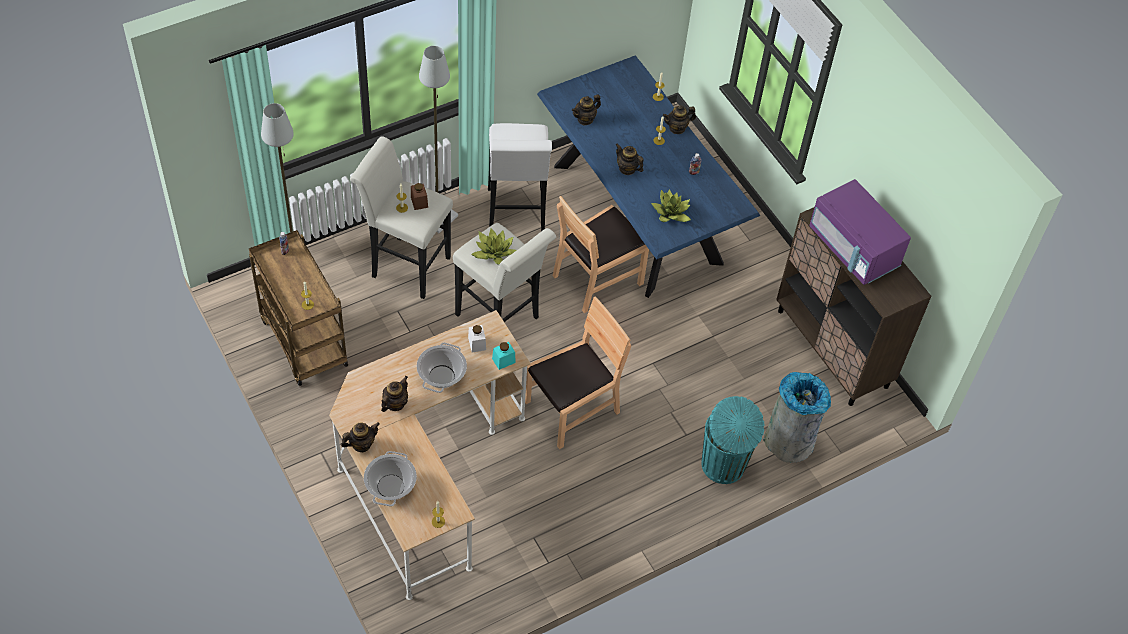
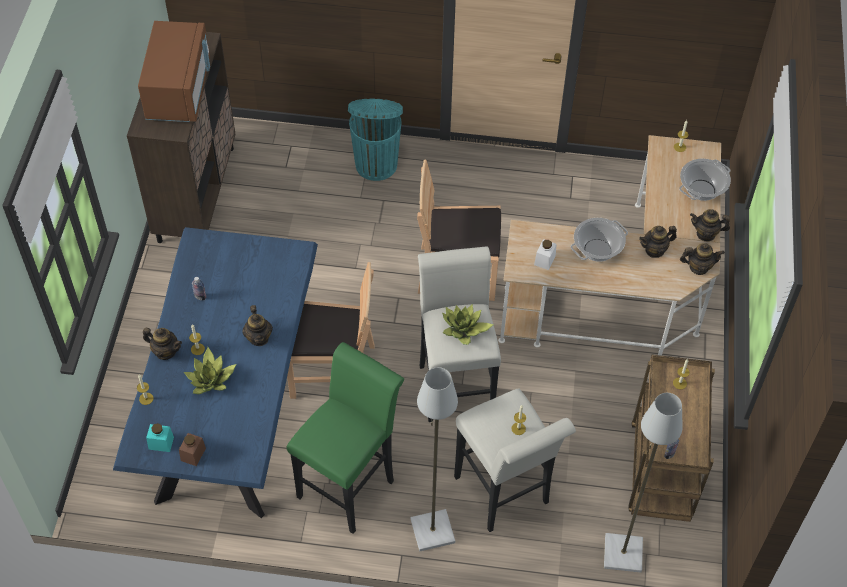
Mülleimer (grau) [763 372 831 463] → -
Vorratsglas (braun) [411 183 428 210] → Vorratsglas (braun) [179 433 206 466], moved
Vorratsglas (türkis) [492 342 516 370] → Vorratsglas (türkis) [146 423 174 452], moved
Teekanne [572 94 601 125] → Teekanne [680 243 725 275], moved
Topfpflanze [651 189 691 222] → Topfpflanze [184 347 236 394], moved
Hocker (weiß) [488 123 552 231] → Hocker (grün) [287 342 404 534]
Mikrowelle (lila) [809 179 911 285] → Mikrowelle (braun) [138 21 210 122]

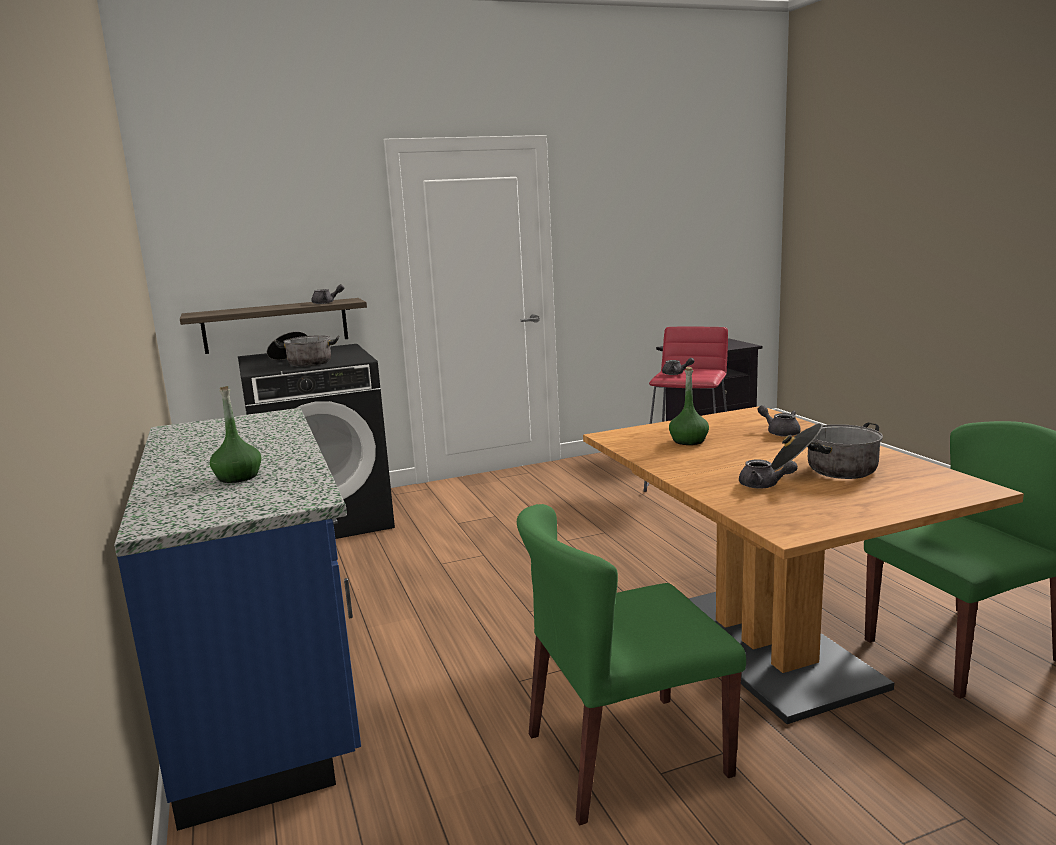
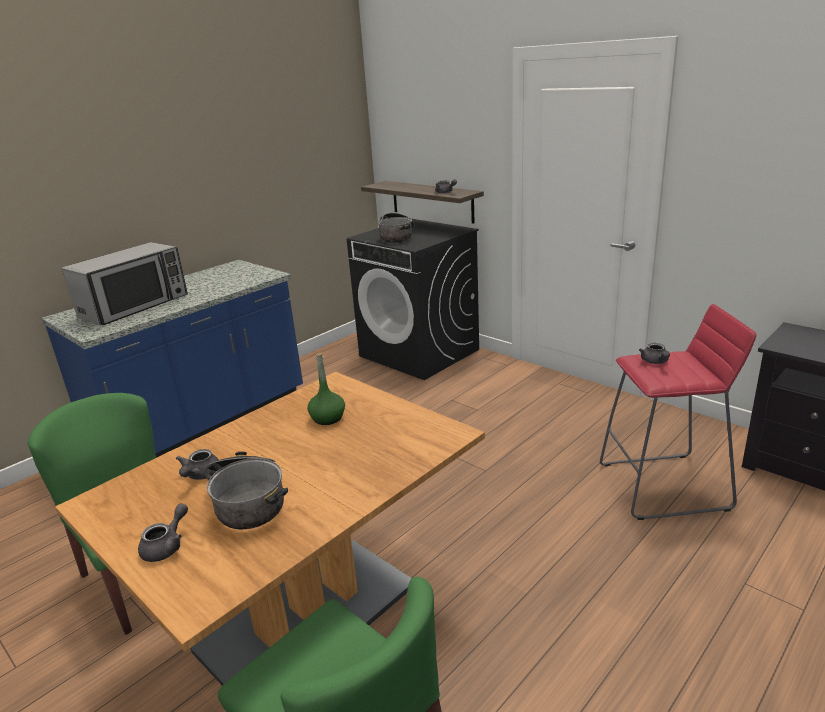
Teekanne (grau) [757 405 801 437] → Teekanne (grau) [138 503 188 562], moved
Flasche (grün) [210 386 261 483] → Mikrowelle [62 242 188 325]

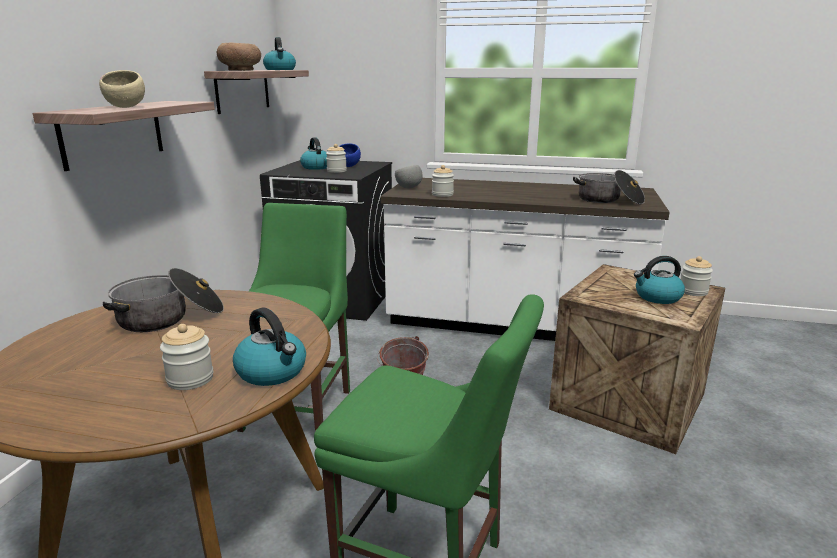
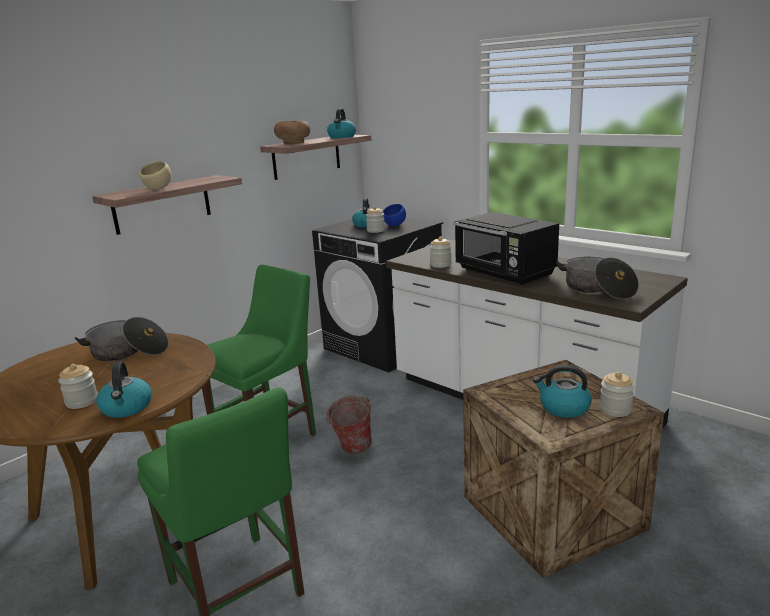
Schüssel (grau) [395 165 423 189] → -
- → Mikrowelle (schwarz) [454 212 559 285]

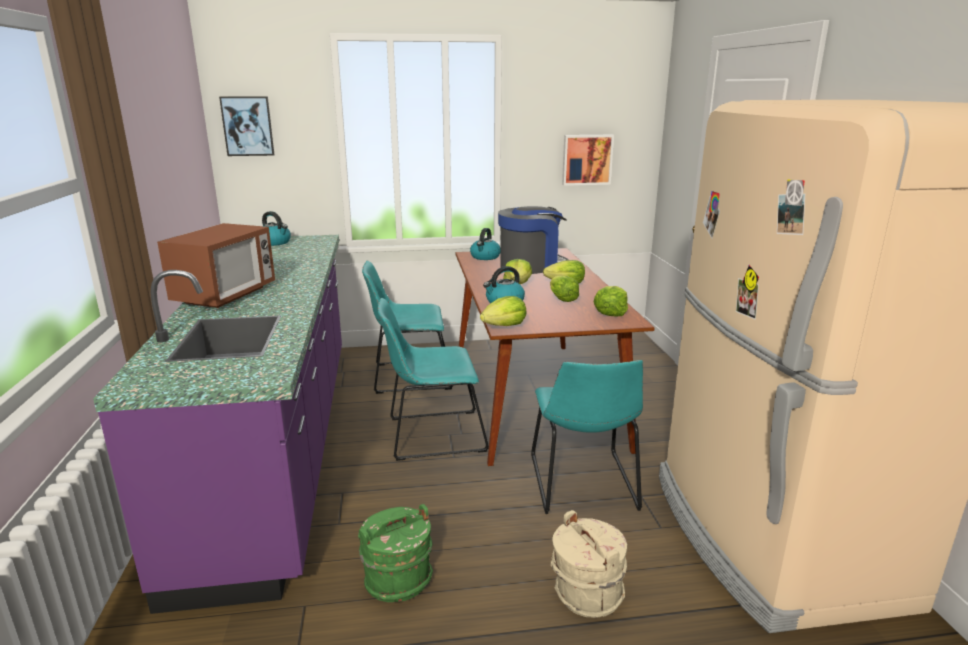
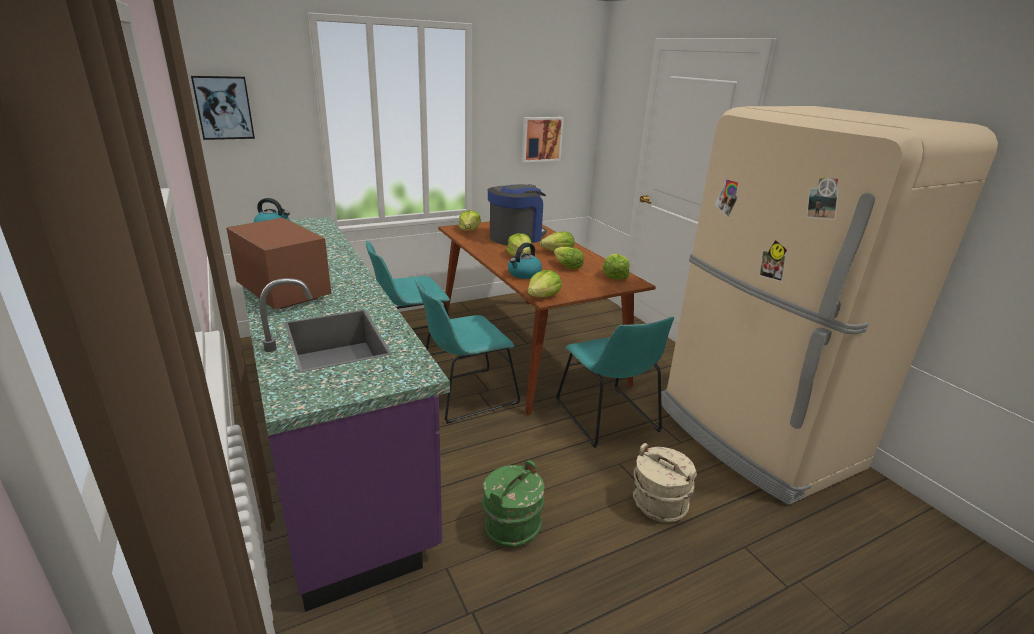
Wasserkessel [470 228 501 260] → Salatkopf [458 210 481 231]
Mikrowelle [157 223 275 308] → Mikrowelle [226 218 331 309], 45 degrees counterclockwise

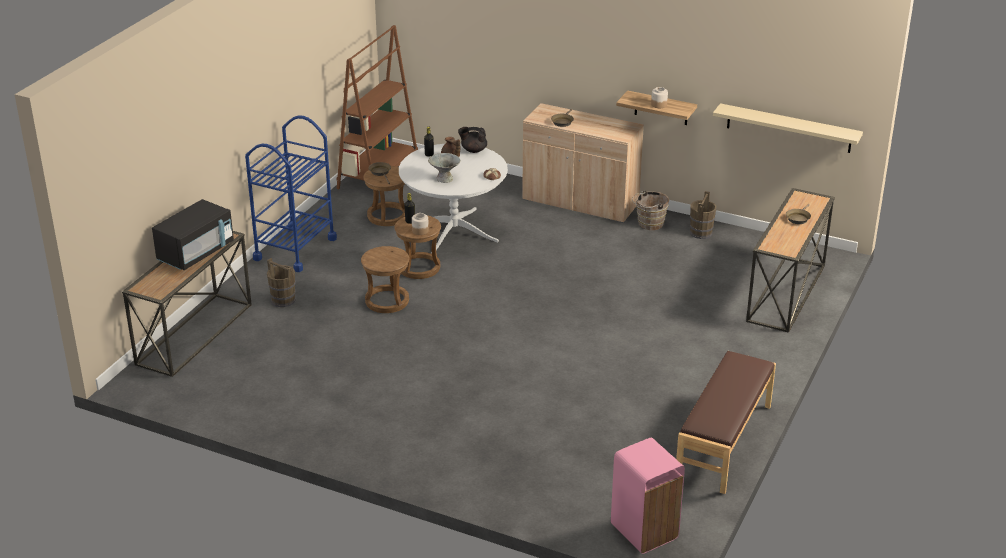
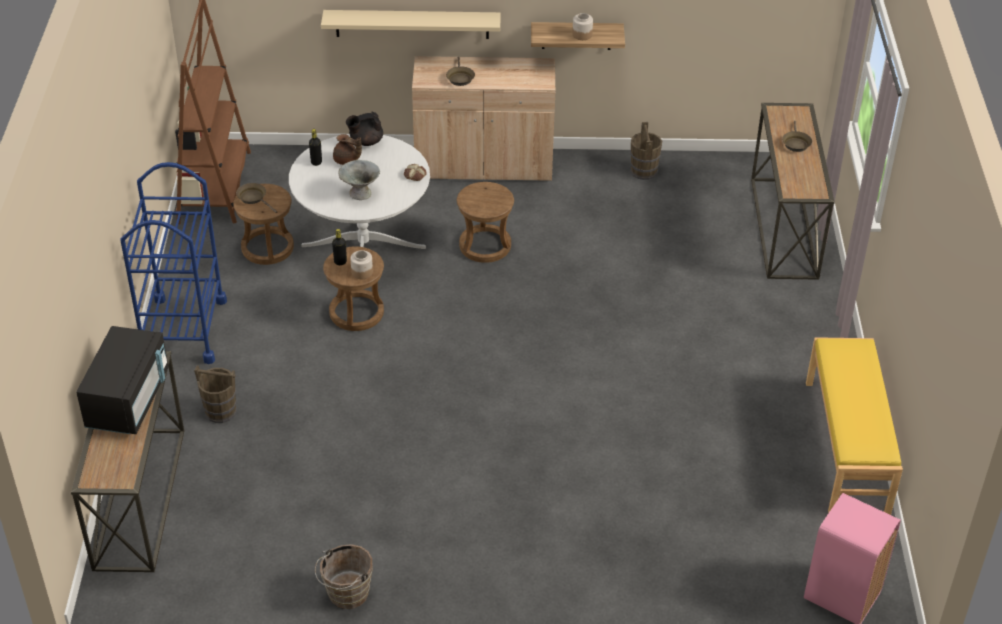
Hocker (braun) [361 246 409 313] → Hocker (braun) [457 182 514 263], moved
Eimer (braun) [632 191 669 230] → Eimer (braun) [315 544 373 609], moved
Wandregal (beige) [713 103 863 153] → Wandregal (beige) [321 10 501 39], moved
Bank (braun) [676 351 776 494] → Bank (gelb) [806 337 903 515]

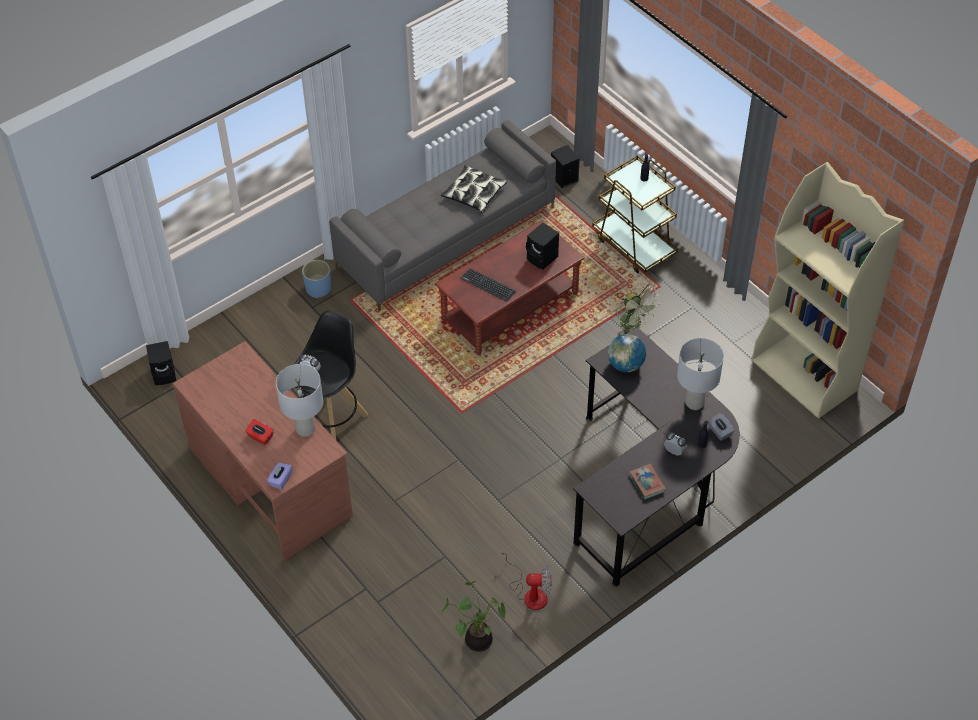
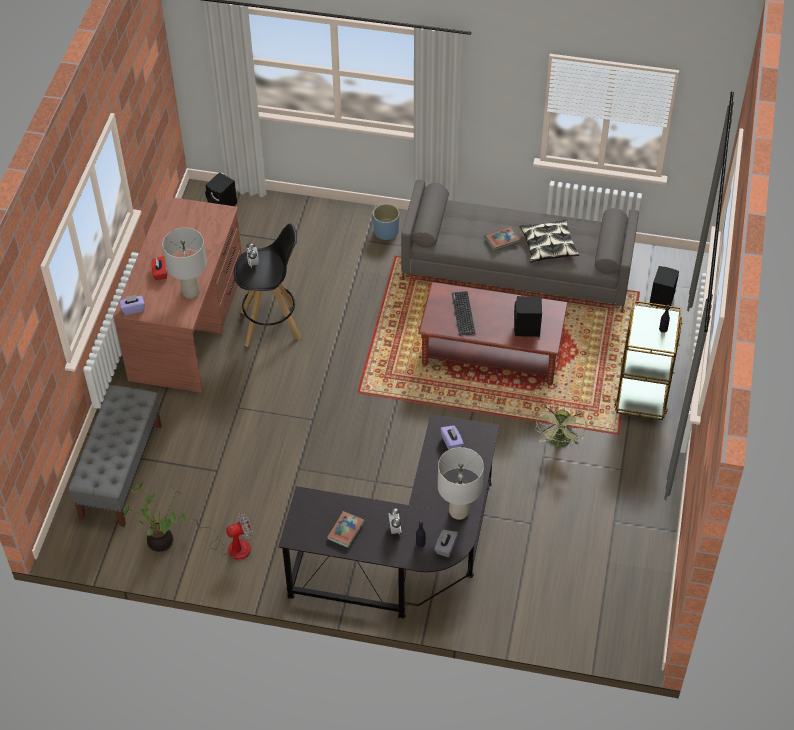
Bücherregal (beige) [752 162 904 418] → -
- → Bank (grau) [68 385 162 527]
- → Buch [485 227 520 251]
Globus [608 334 646 372] → Taschentuchbox (lila) [440 425 464 450]
Ventilator [502 553 552 610] → Ventilator [191 513 253 560], 75 degrees counterclockwise

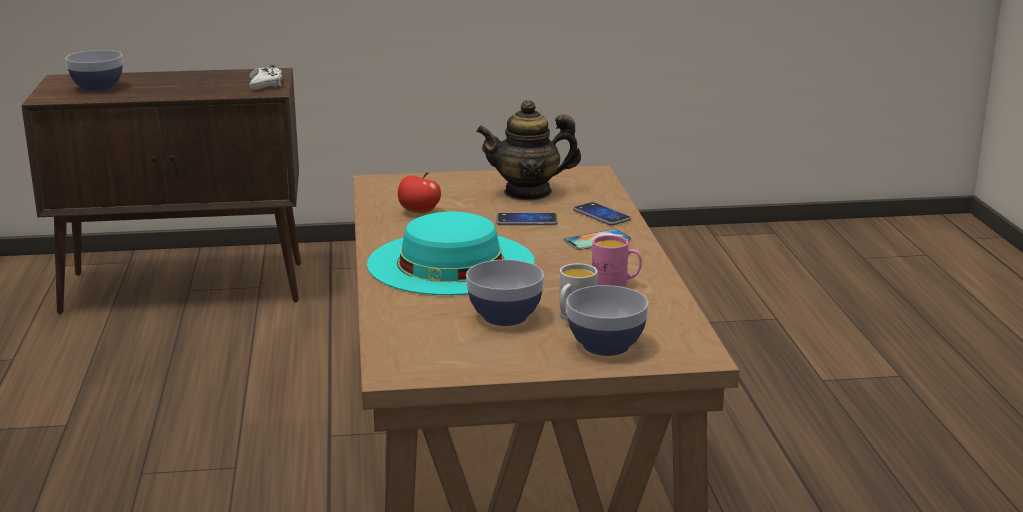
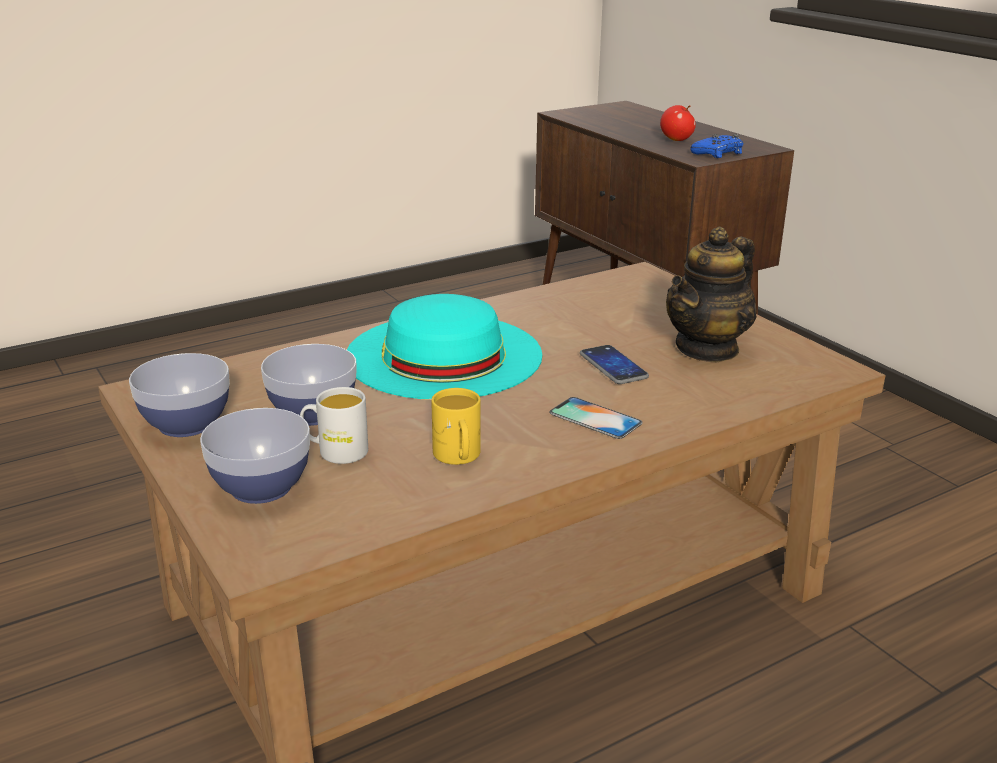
Handy [573 202 631 226] → -
Schüssel [66 50 123 92] → Schüssel [129 353 230 437], moved
Apfel [398 172 441 214] → Apfel [660 105 696 141], moved
Gamepad (weiß) [249 64 282 90] → Gamepad (blau) [690 134 743 158]
Henkelbecher (rosa) [592 235 642 287] → Henkelbecher (gelb) [431 388 481 465]
Teekanne [476 100 581 201] → Teekanne [666 226 757 363], 105 degrees counterclockwise

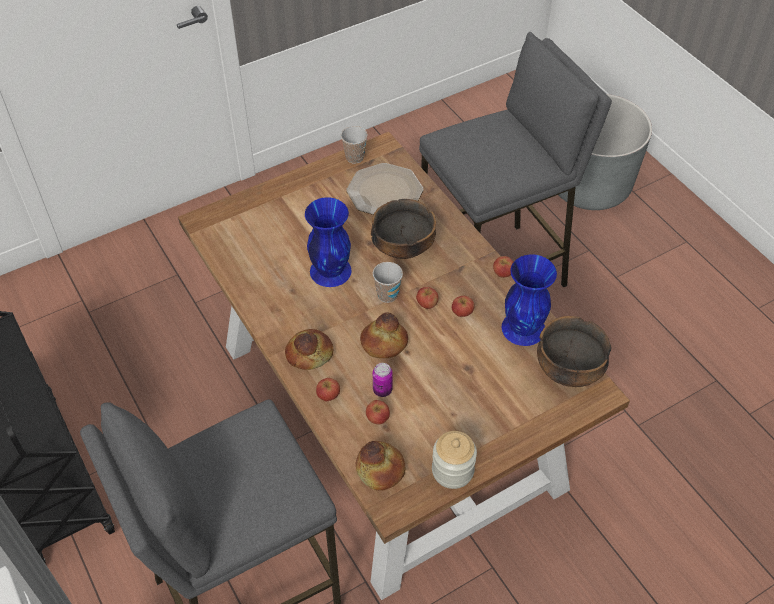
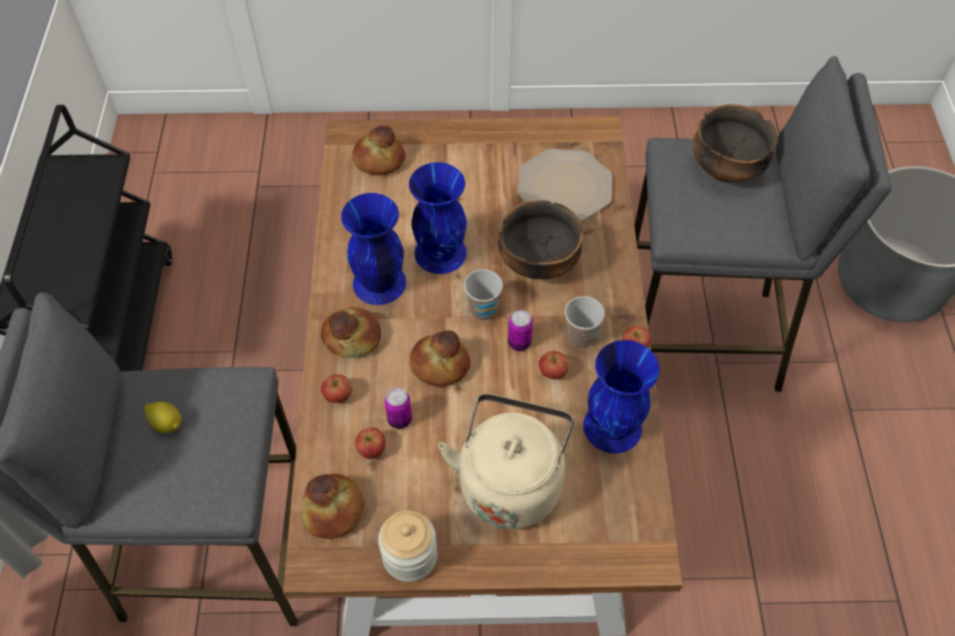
- → Zitrone [144 402 181 433]
- → Vase (blau) [341 193 406 305]
- → Brot [353 125 406 176]
- → Wasserkessel (beige) [438 394 574 530]
Tasse [341 126 367 164] → Tasse [565 296 605 348], moved
Schüssel [537 316 611 387] → Schüssel [693 104 778 182], moved
Apfel [416 287 439 309] → Dose [508 310 533 351]

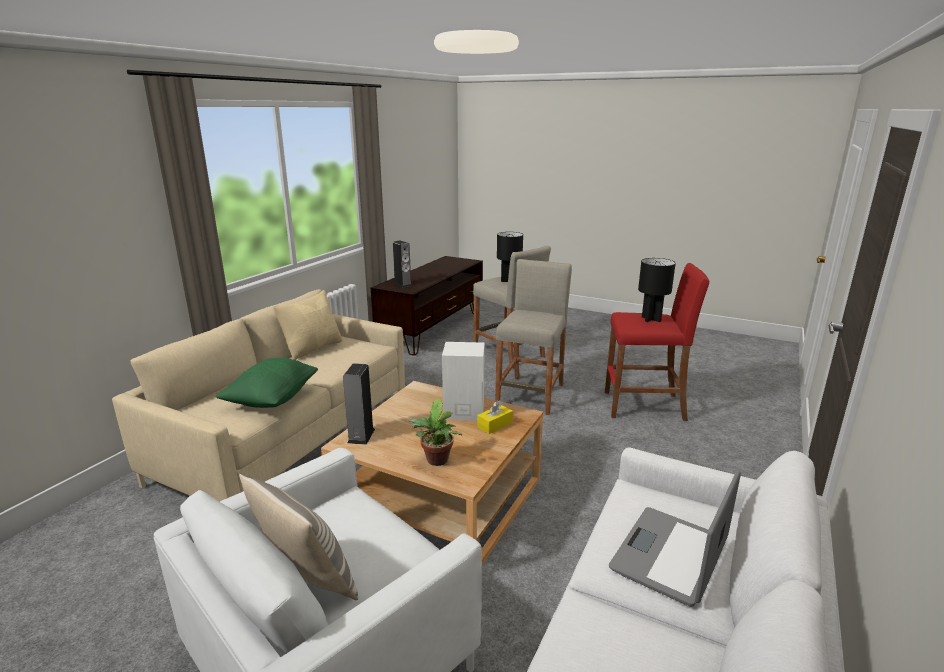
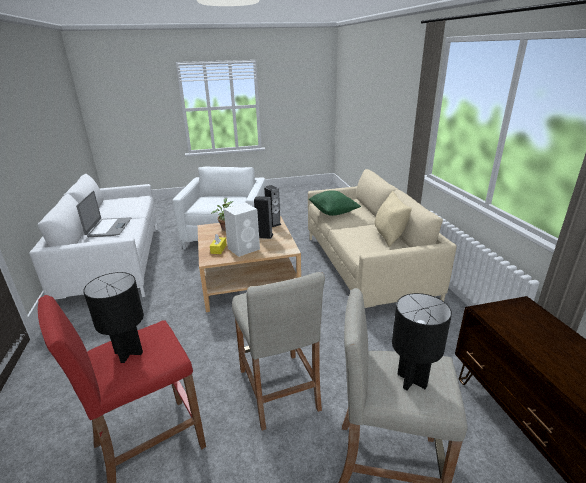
Kissen [239 474 358 600] → -
Lautsprecher [393 241 412 288] → Lautsprecher [254 196 273 239], moved

